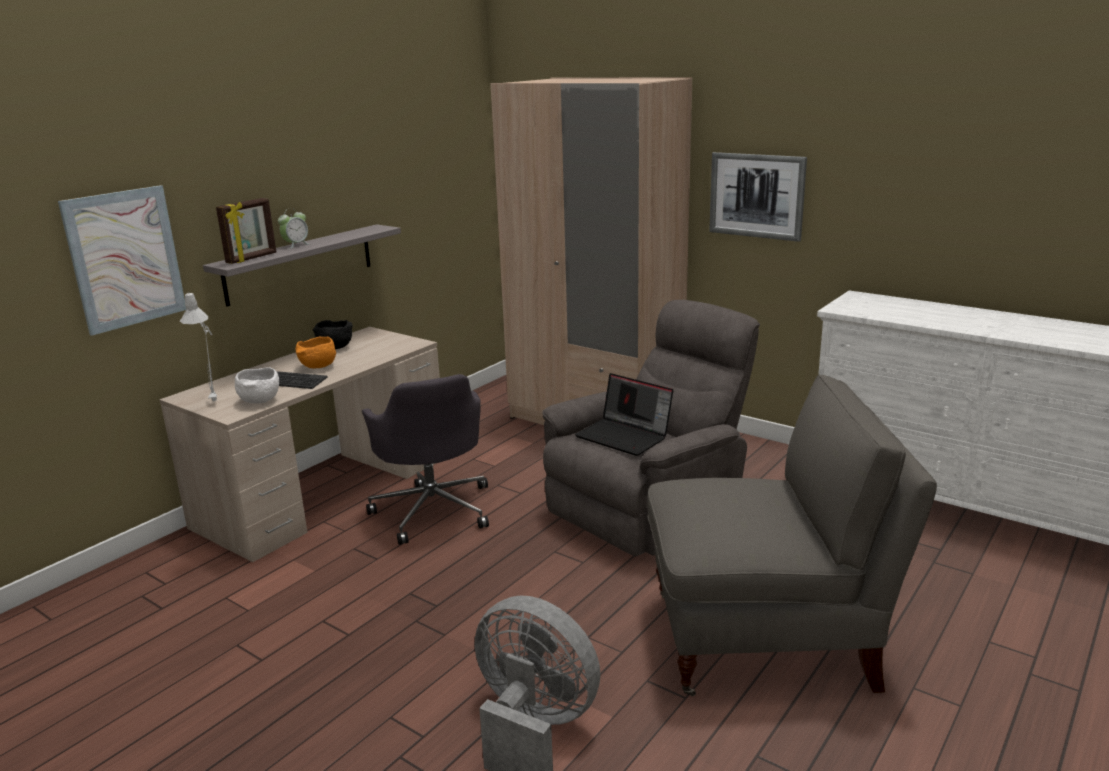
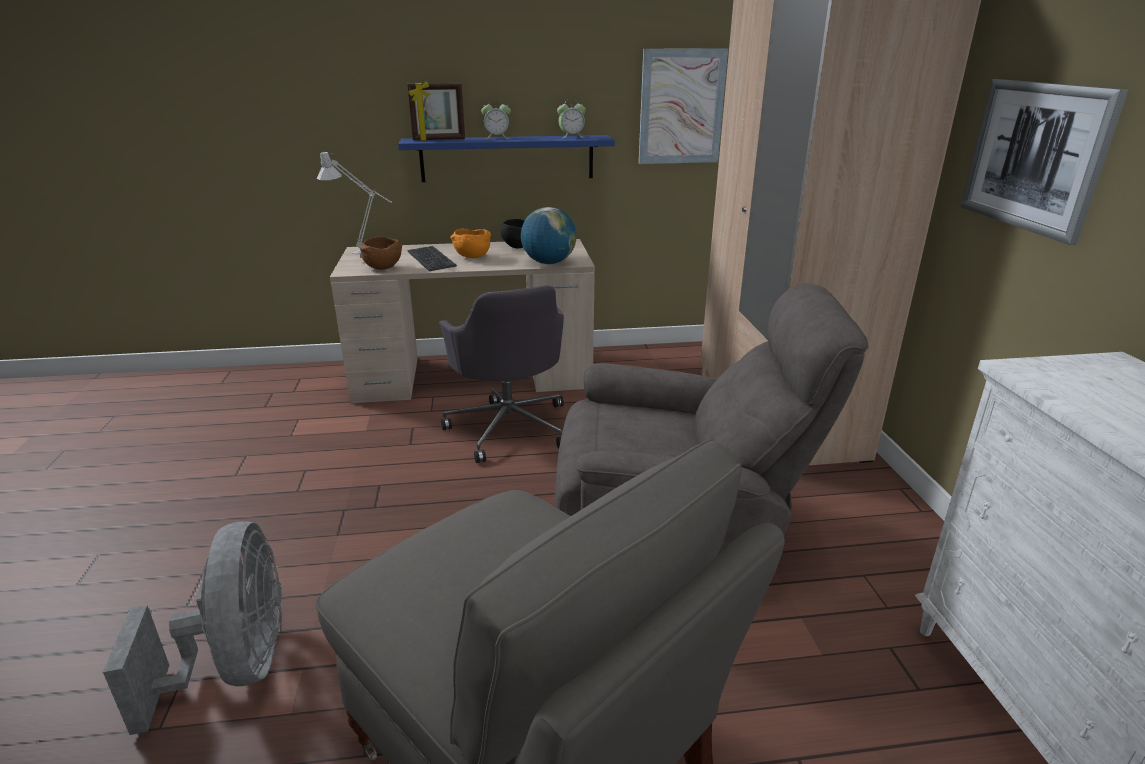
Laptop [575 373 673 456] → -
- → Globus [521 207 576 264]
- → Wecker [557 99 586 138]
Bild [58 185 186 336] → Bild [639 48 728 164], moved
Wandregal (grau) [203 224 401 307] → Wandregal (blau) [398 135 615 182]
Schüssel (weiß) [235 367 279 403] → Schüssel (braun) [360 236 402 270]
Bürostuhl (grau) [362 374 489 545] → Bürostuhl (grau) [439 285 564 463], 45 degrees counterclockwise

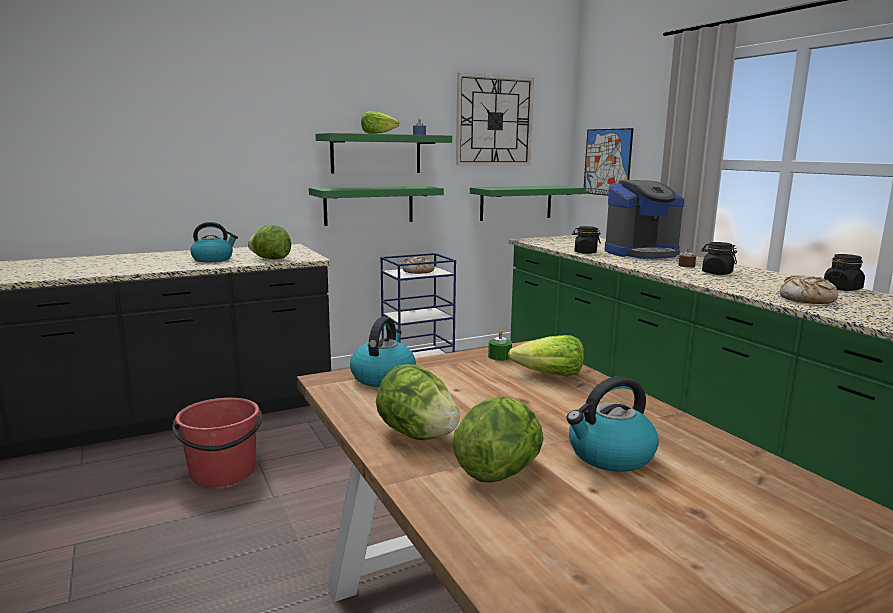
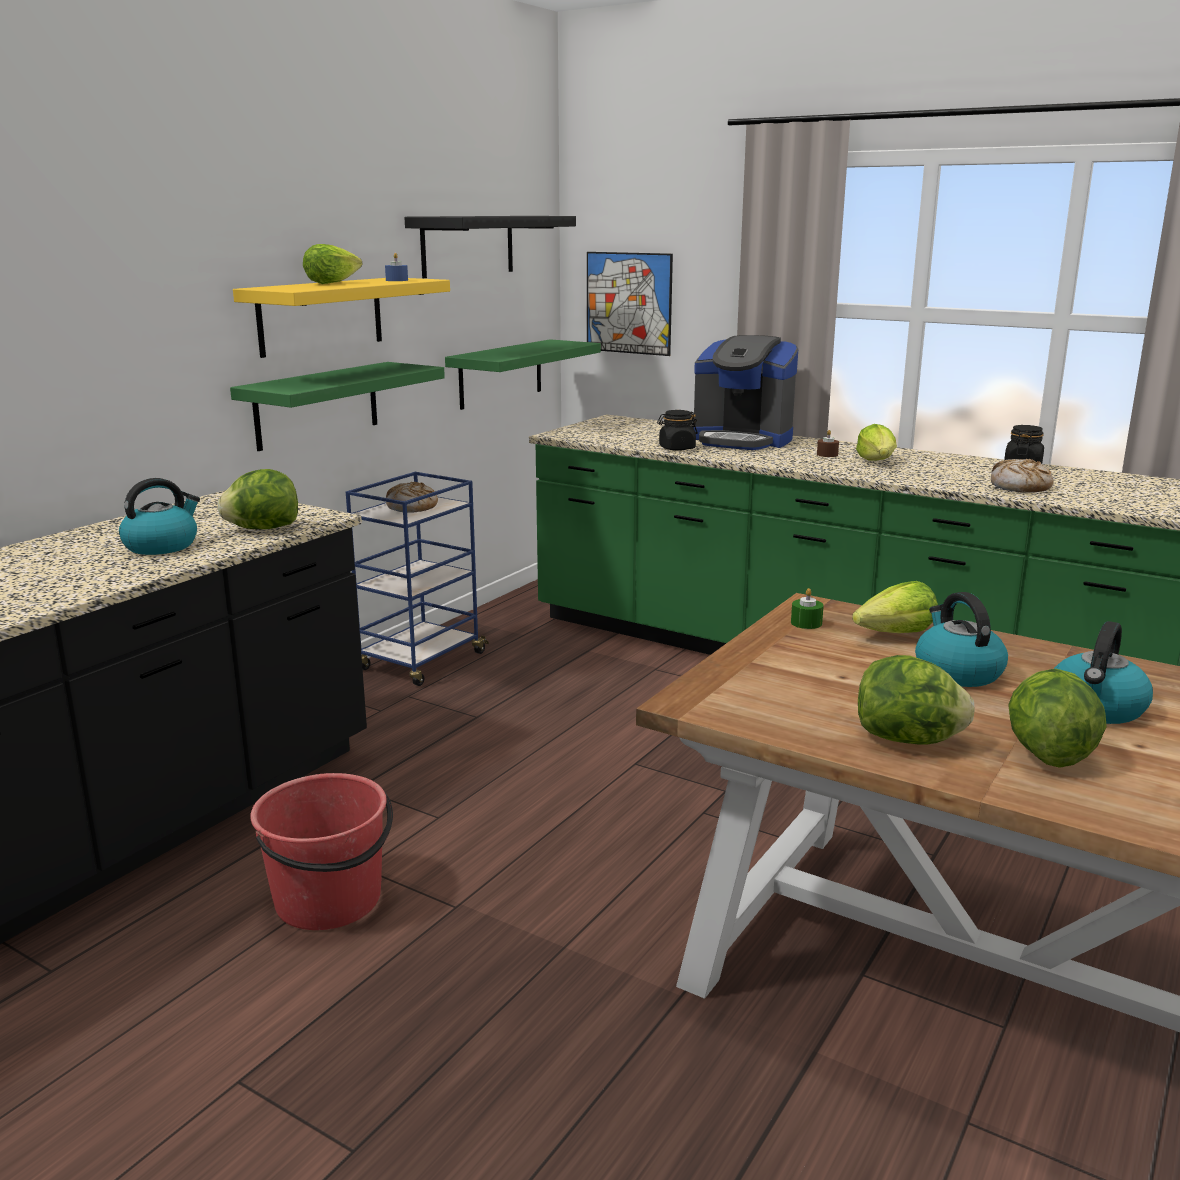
Wasserkessel [350 317 416 387] → Wasserkessel [915 592 1008 687], moved
Wanduhr [456 73 534 166] → Wandregal (schwarz) [404 216 576 278]
Vorratsglas (schwarz) [701 242 737 275] → Salatkopf [856 424 897 461]
Wandregal (grün) [315 133 452 174] → Wandregal (gelb) [233 278 450 358]
Kaffeemaschine [605 180 684 259] → Kaffeemaschine [694 335 798 450], 75 degrees clockwise

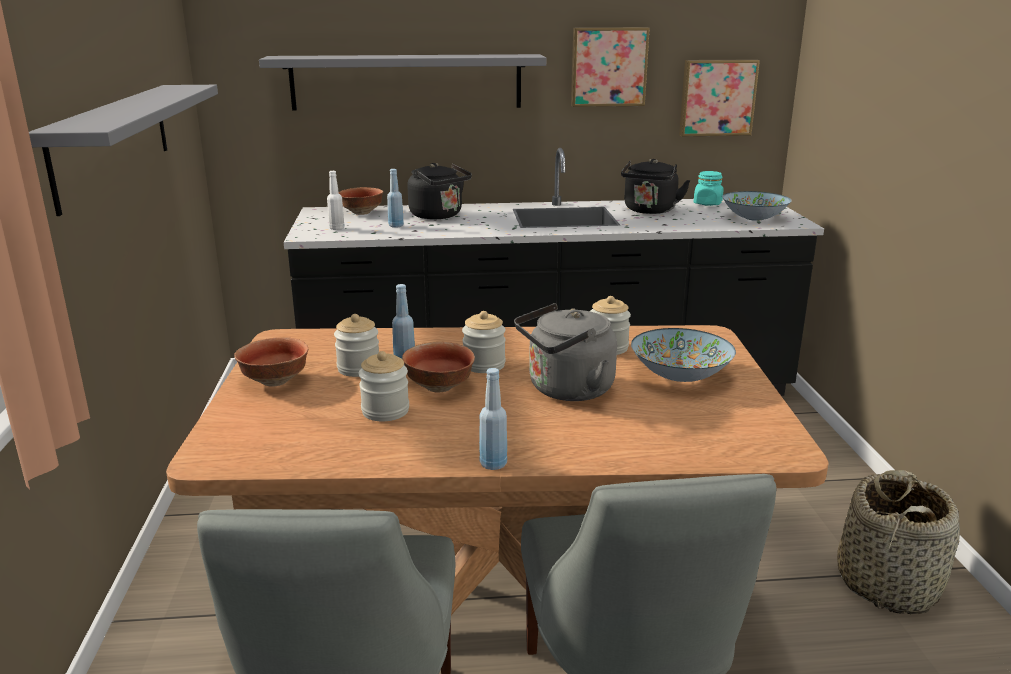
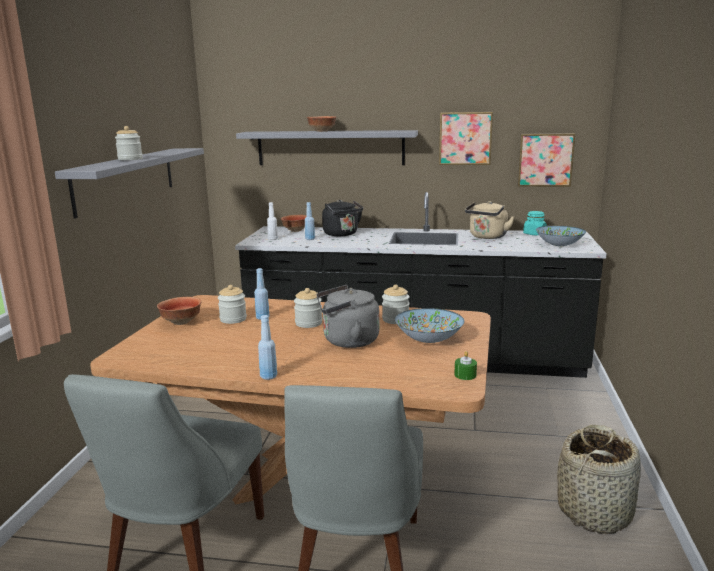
- → Kerze (grün) [454 351 477 380]
Vorratsglas [359 351 409 421] → Vorratsglas [115 126 143 160], moved
Schüssel [402 342 475 393] → Schüssel [307 116 336 132], moved
Wasserkessel (schwarz) [621 159 690 214] → Wasserkessel (beige) [465 201 515 239]

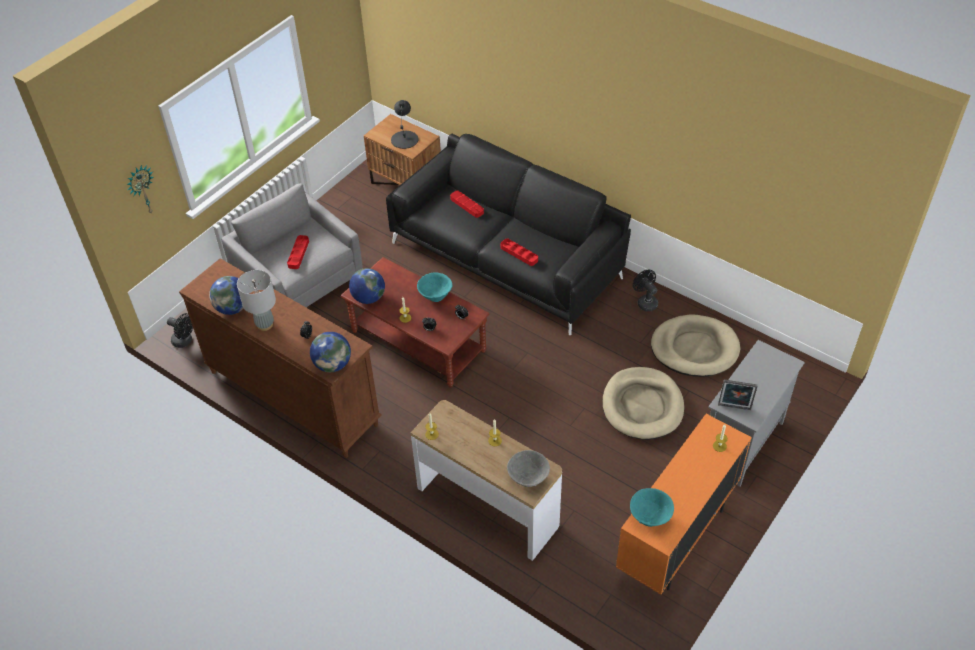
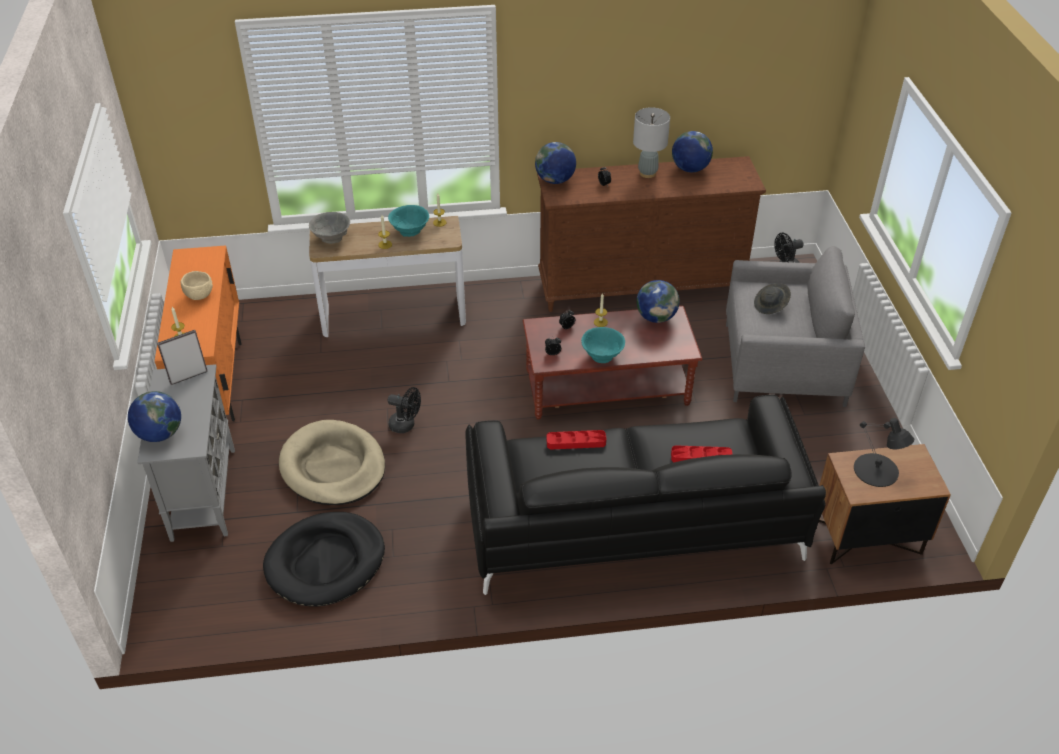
Wanduhr [126 165 153 214] → -
- → Globus [128 391 181 442]
- → Schüssel (beige) [181 271 213 300]
Schüssel (türkis) [630 488 674 527] → Schüssel (türkis) [388 205 429 237], moved
Ventilator (schwarz) [633 270 658 312] → Ventilator (schwarz) [387 387 421 433], moved
Tablett (rot) [287 235 309 269] → Hut (grau) [754 283 791 314]
Hundebett (beige) [651 314 740 377] → Hundebett (schwarz) [263 512 385 607]

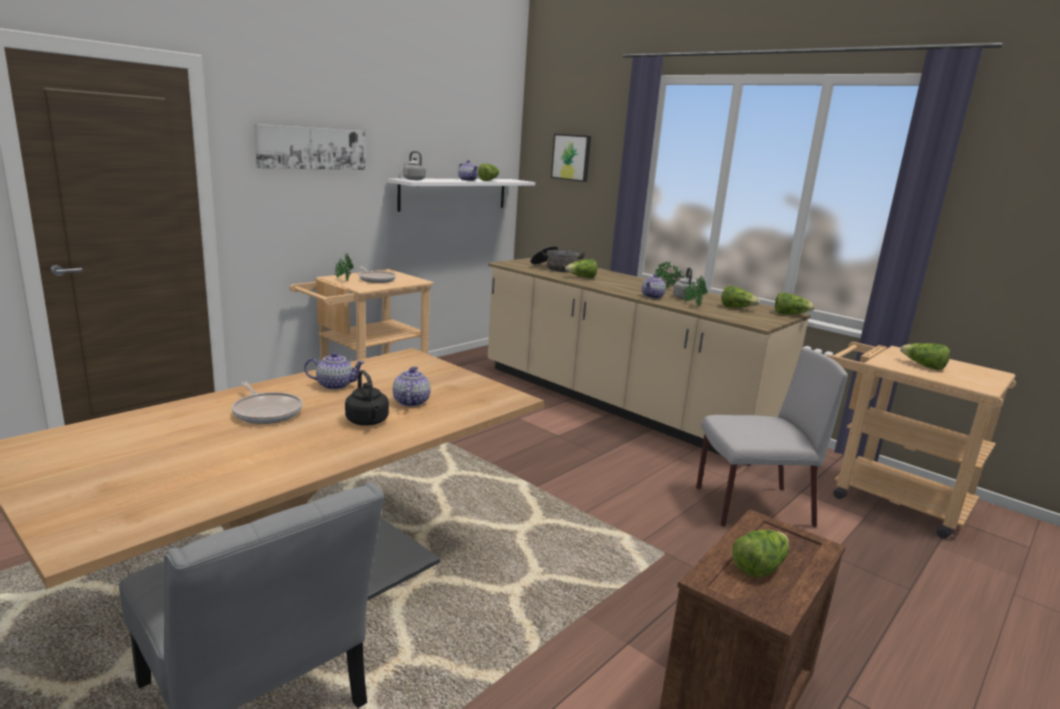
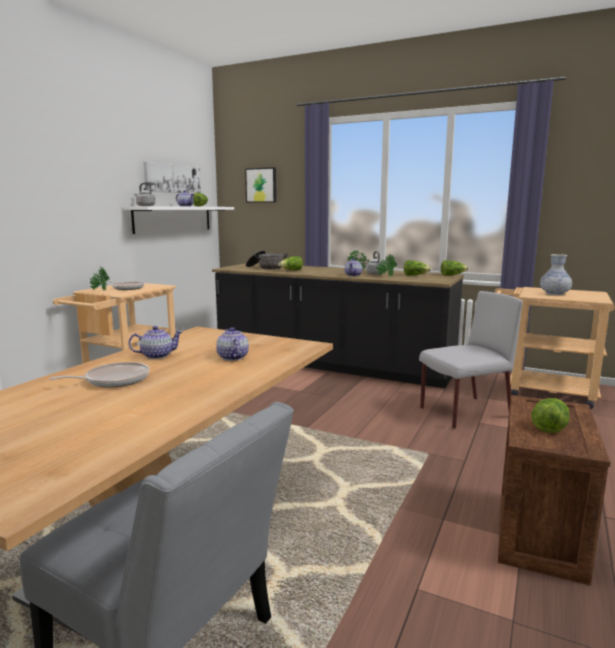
Wasserkessel (schwarz) [345 370 389 426] → -
Bild [254 124 365 170] → Bild [143 162 201 193], moved
Salatkopf [900 343 950 370] → Vase [540 254 572 295]
Küchenzeile (beige) [488 258 811 466] → Küchenzeile (schwarz) [212 263 464 388]
Pfanne [232 382 303 424] → Pfanne [49 362 150 388], 60 degrees counterclockwise

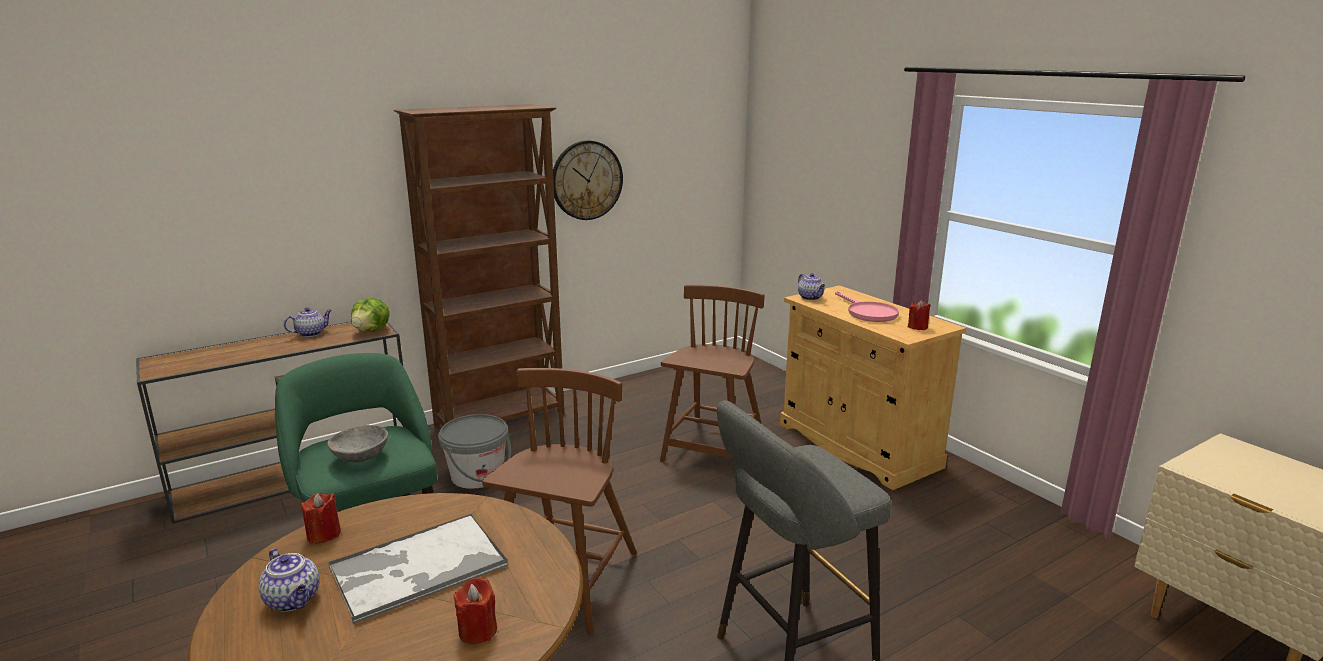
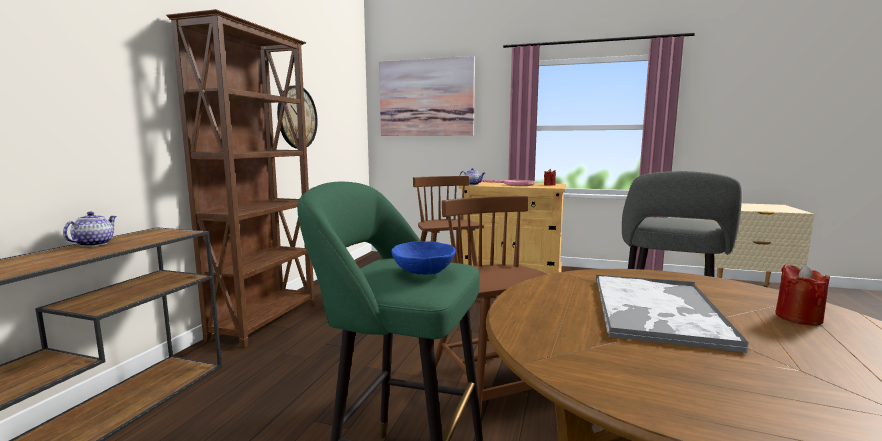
Teekanne [258 548 319 612] → -
Kerze (rot) [301 493 341 544] → -
Salatkopf [351 298 390 332] → -
Eimer (grau) [438 414 511 489] → -
- → Bild [379 56 475 136]
Schüssel (grau) [327 425 388 463] → Schüssel (blau) [391 241 456 275]

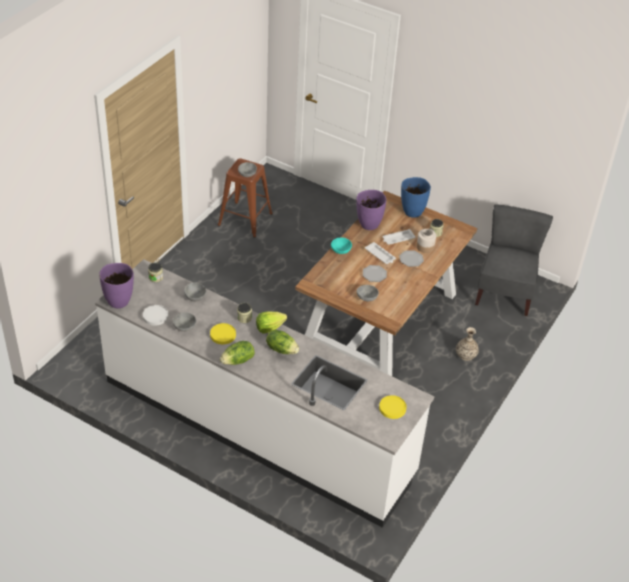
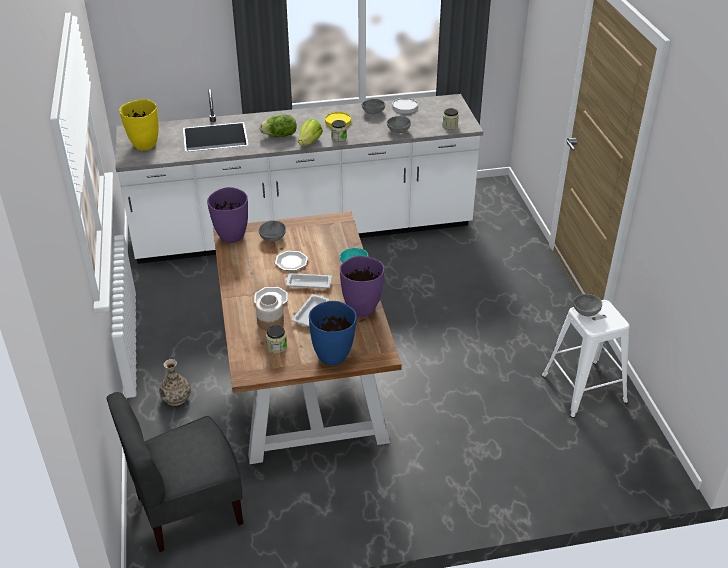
Salatkopf [220 341 255 365] → -
Vase (lila) [99 263 134 308] → Vase (lila) [207 187 248 243], moved
Teller (gelb) [379 395 407 419] → Vase (gelb) [119 99 159 150]
Hocker (braun) [218 158 273 238] → Hocker (weiß) [542 300 630 418]
Stuhl (grau) [475 204 553 316] → Stuhl (grau) [106 392 243 552], 90 degrees clockwise

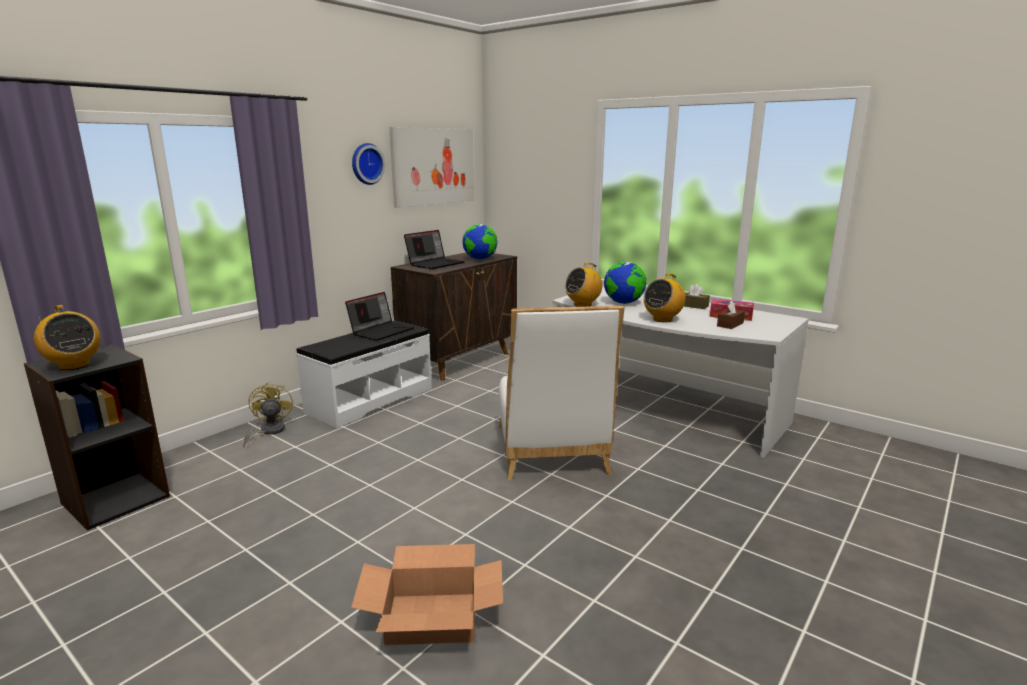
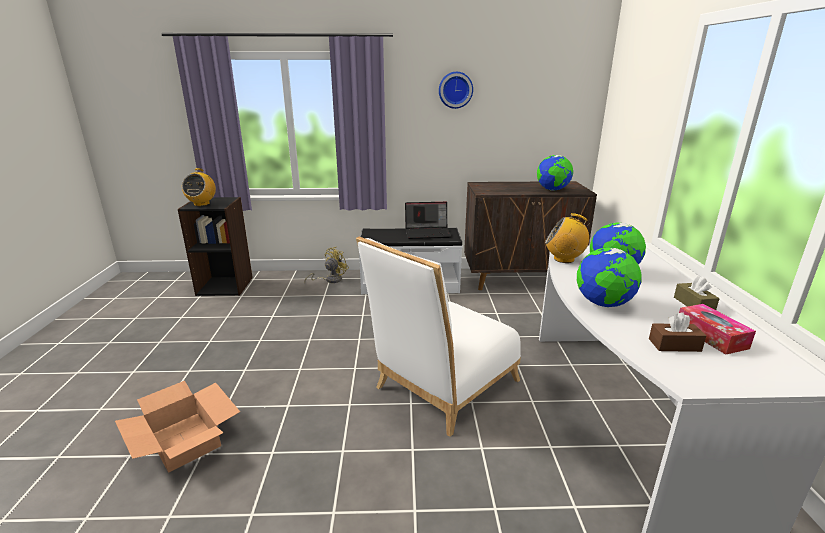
Bild [389 127 474 208] → -
Laptop [404 230 465 269] → -
Radio [644 273 685 322] → Globus [577 248 641 307]

